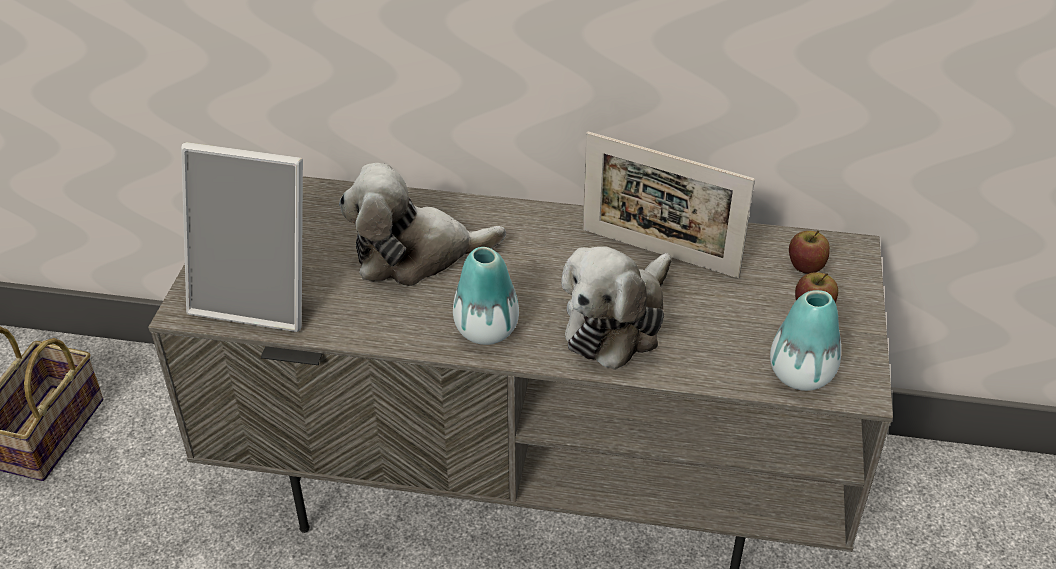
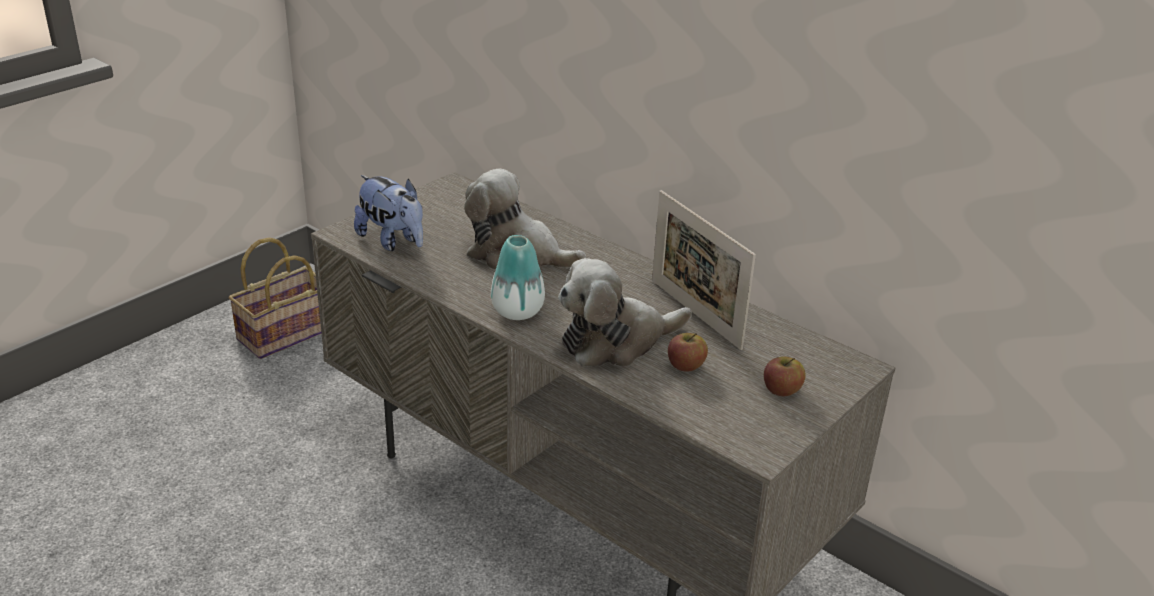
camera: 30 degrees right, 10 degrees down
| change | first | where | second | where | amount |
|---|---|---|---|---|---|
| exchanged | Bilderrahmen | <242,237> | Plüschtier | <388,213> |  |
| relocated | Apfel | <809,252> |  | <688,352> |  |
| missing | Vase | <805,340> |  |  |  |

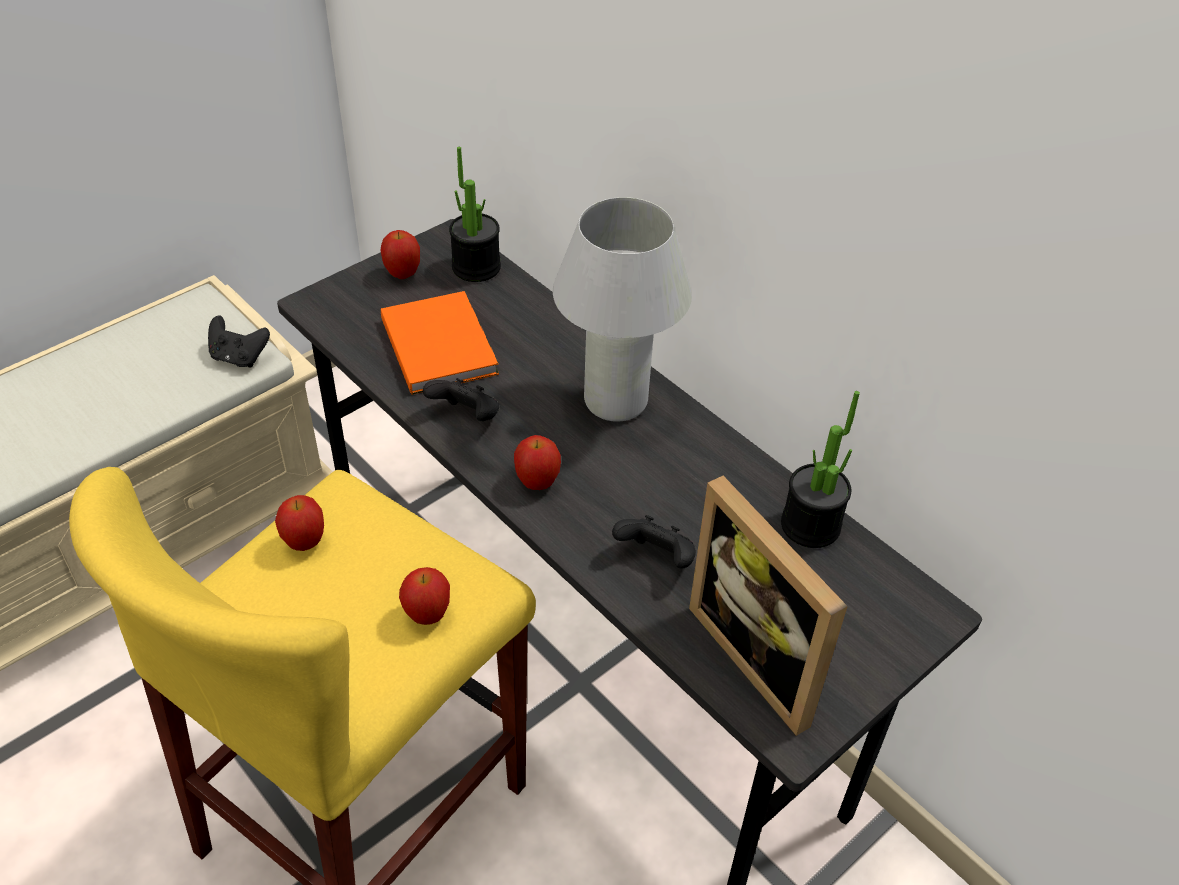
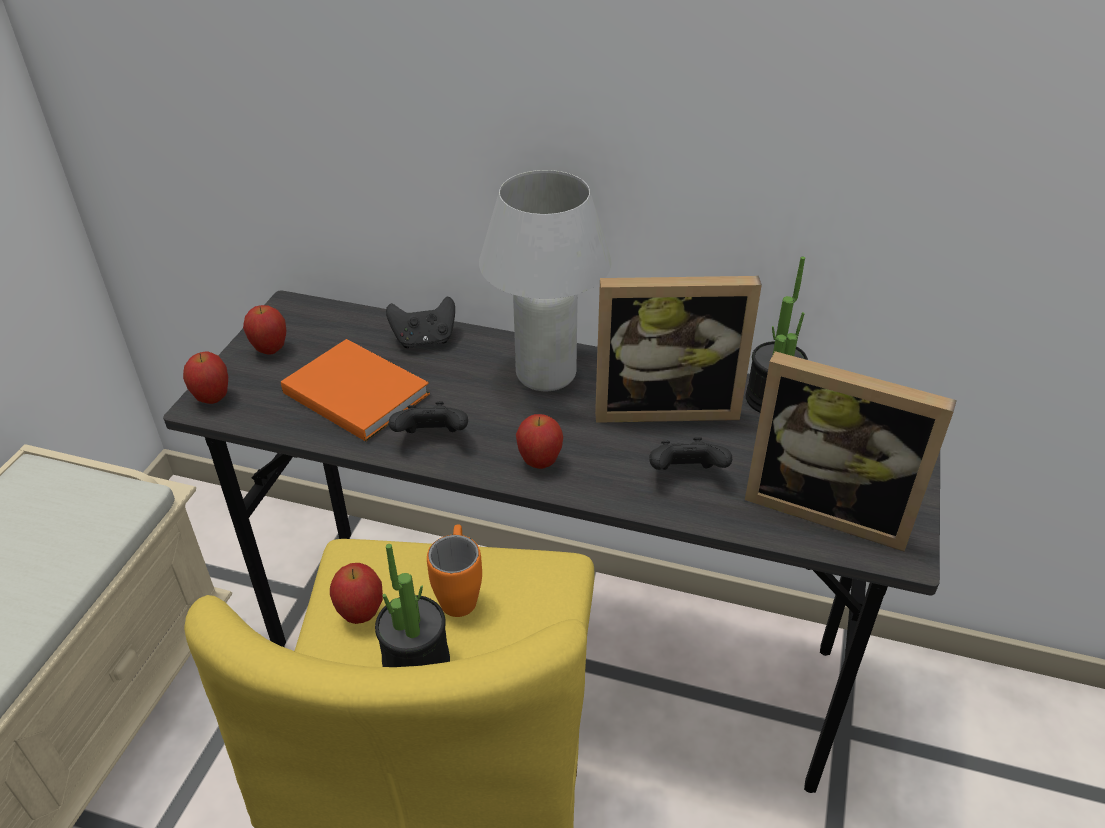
camera: 30 degrees left, 5 degrees down
| change | first | where | second | where | amount |
|---|---|---|---|---|---|
| relocated | Topfpflanze | <475,214> |  | <412,605> |  |
| relocated | Gamepad [schwarz] | <239,341> |  | <420,322> |  |
| relocated | Apfel | <424,596> |  | <205,377> |  |
| appeared |  |  | Bilderrahmen | <678,349> |  |
| appeared |  |  | Henkelbecher [orange] | <454,570> |  |

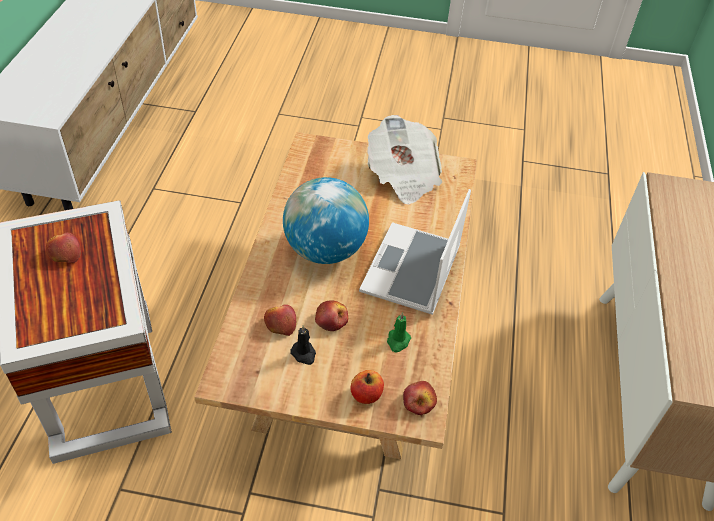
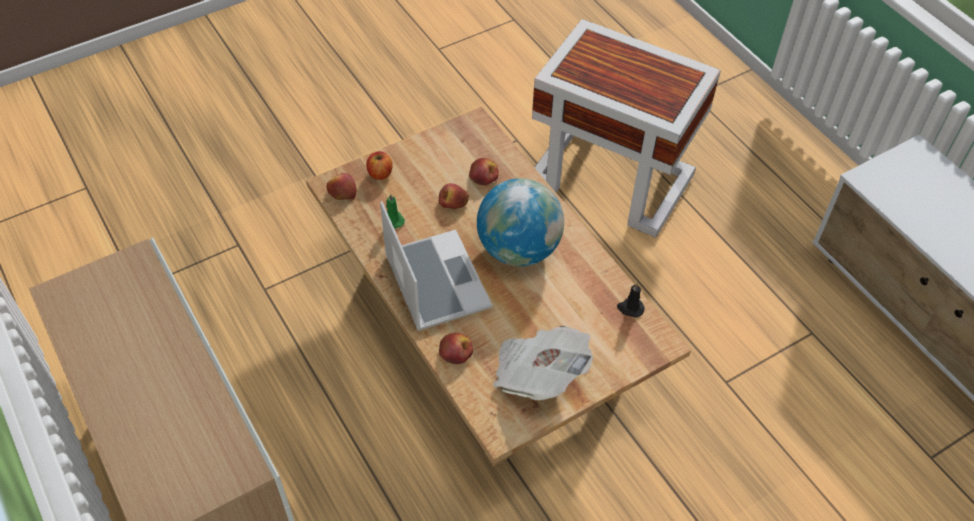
camera: 140 degrees right, 5 degrees up
| change | first | where | second | where | amount |
|---|---|---|---|---|---|
| relocated | Apfel | <63,248> |  | <456,348> |  |
| relocated | Kerze [schwarz] | <303,345> |  | <631,300> |  |

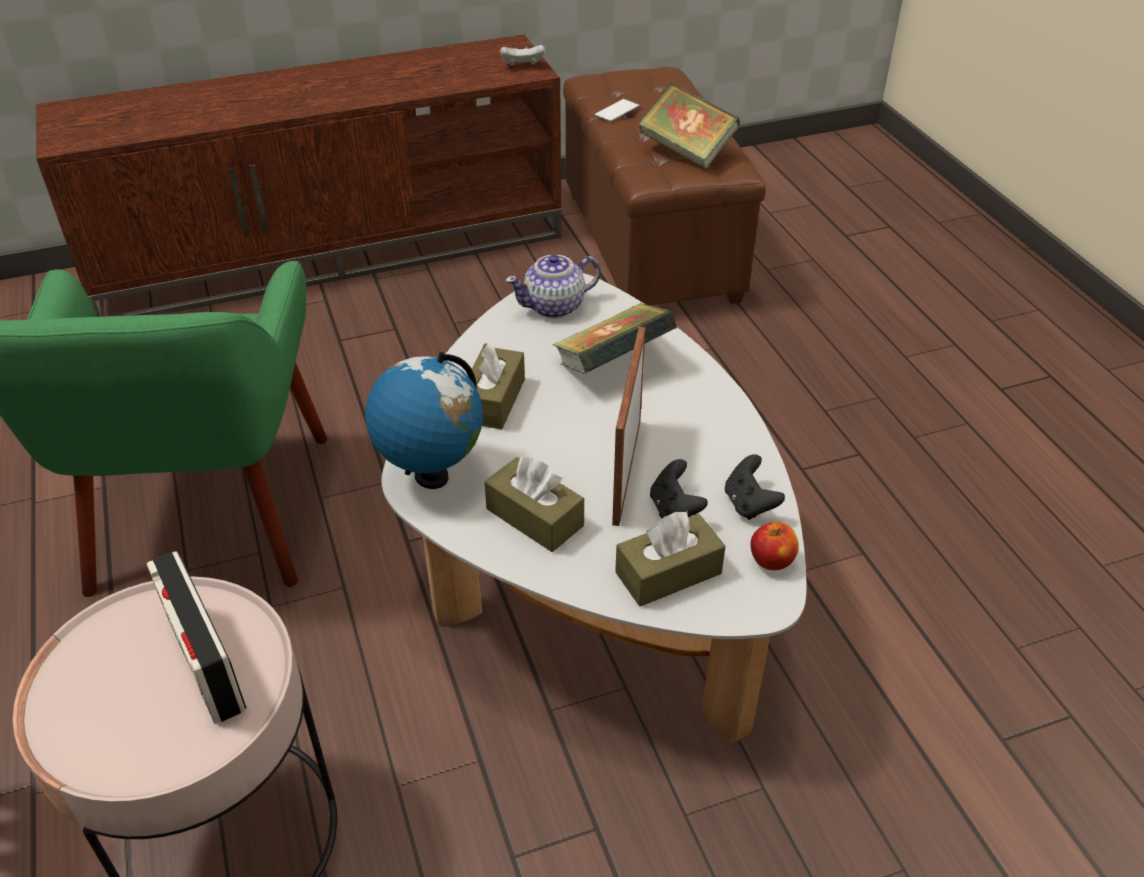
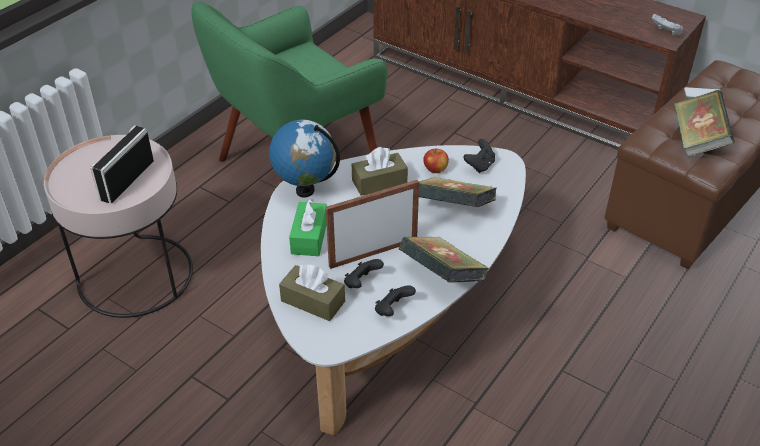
camera: 55 degrees right, 0 degrees up
| change | first | where | second | where | amount |
|---|---|---|---|---|---|
| exchanged | Teekanne | <553,286> | Gamepad [schwarz] | <479,156> |  |
| colour | Taschentuchbox [braun] | <534,504> | Taschentuchbox [grün] | <308,227> |  |
| relocated | Apfel | <775,546> |  | <436,161> |  |
| appeared |  |  | Buch | <444,259> |  |

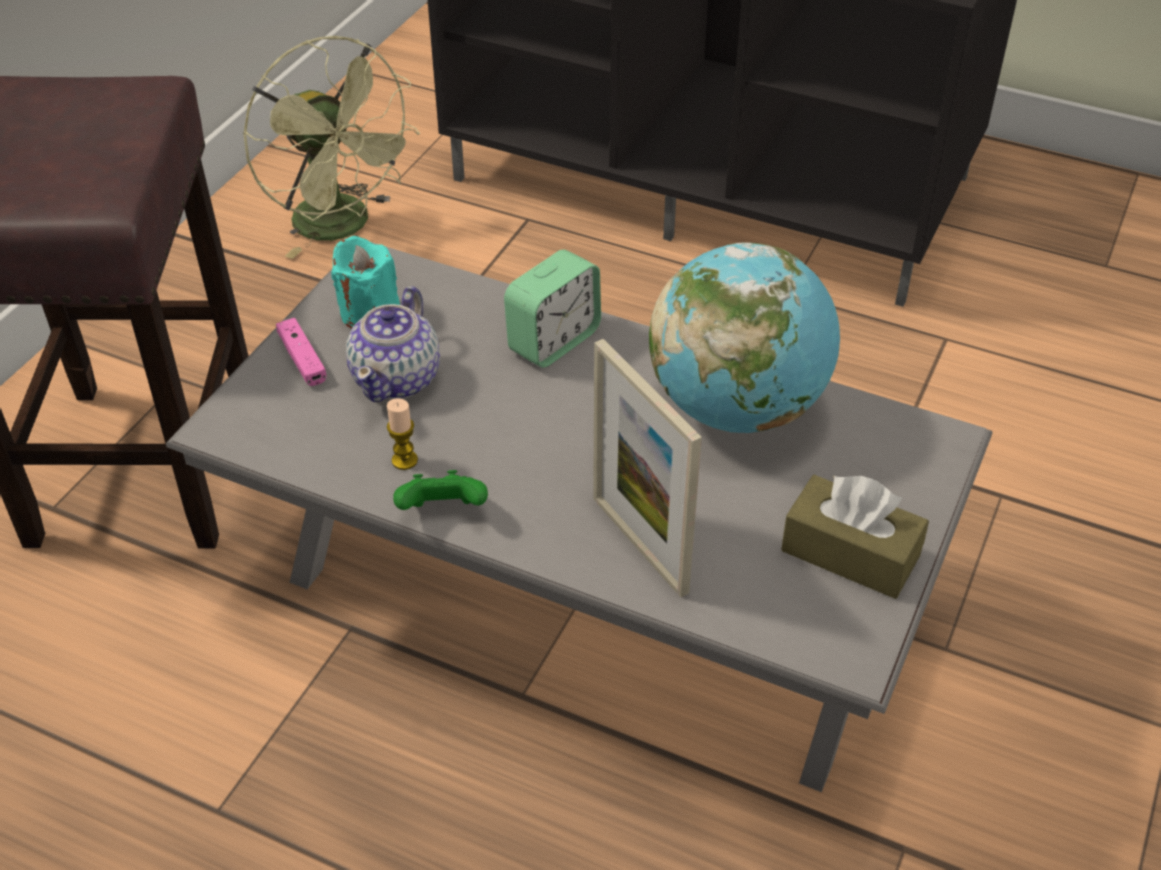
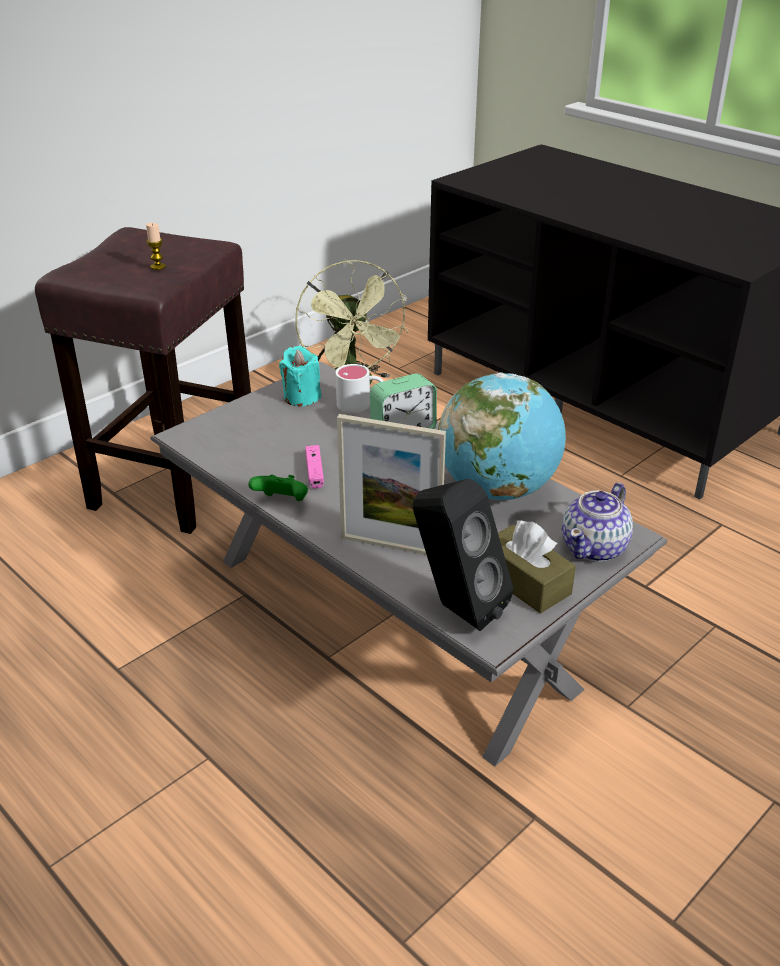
camera: 20 degrees right, 10 degrees down
| change | first | where | second | where | amount |
|---|---|---|---|---|---|
| relocated | Teekanne | <393,344> |  | <597,522> |  |
| relocated | Gamepad [rosa] | <301,352> |  | <314,466> |  |
| spun | Bilderrahmen | <647,468> |  | <391,484> | 60 degrees counterclockwise |
| relocated | Kerze | <402,434> |  | <156,246> |  |
| appeared |  |  | Henkelbecher [weiß] | <359,388> |  |
| appeared |  |  | Lautsprecher [schwarz] | <463,554> |  |

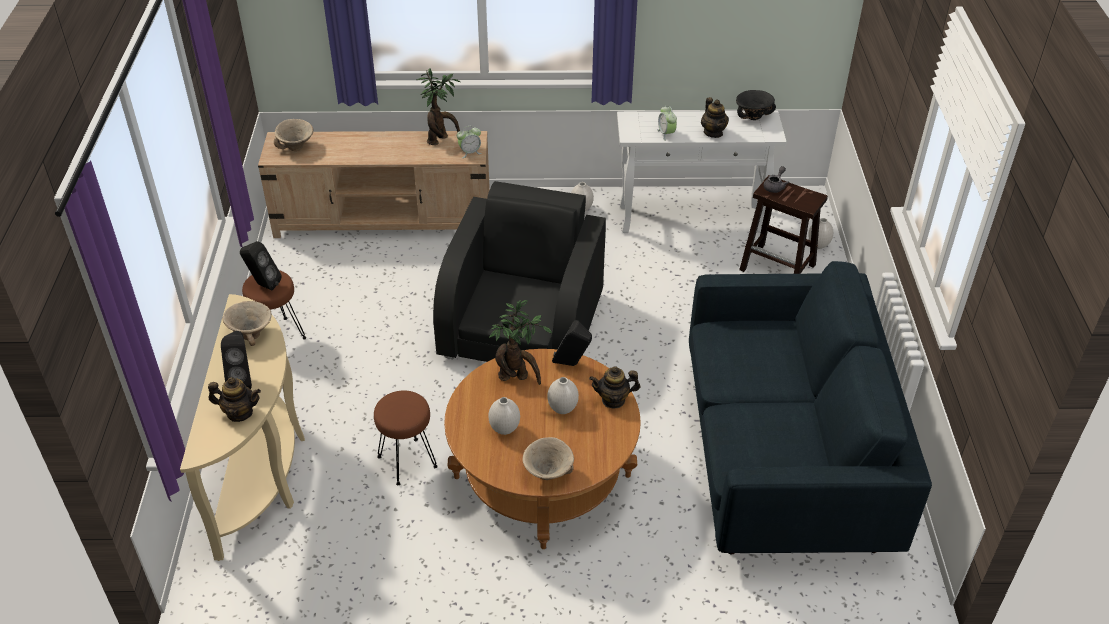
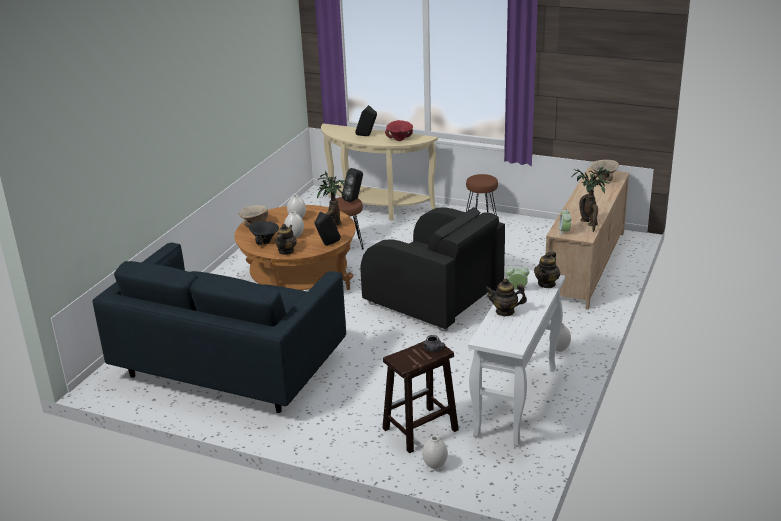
camera: 115 degrees right, 15 degrees down
| change | first | where | second | where | amount |
|---|---|---|---|---|---|
| relocated | Schüssel [schwarz] | <756,105> |  | <264,233> |  |
| relocated | Lautsprecher [schwarz] | <261,266> |  | <352,185> |  |
| colour | Schüssel [beige] | <247,323> | Schüssel [rot] | <399,130> |  |
| relocated | Teekanne | <234,399> |  | <547,270> |  |

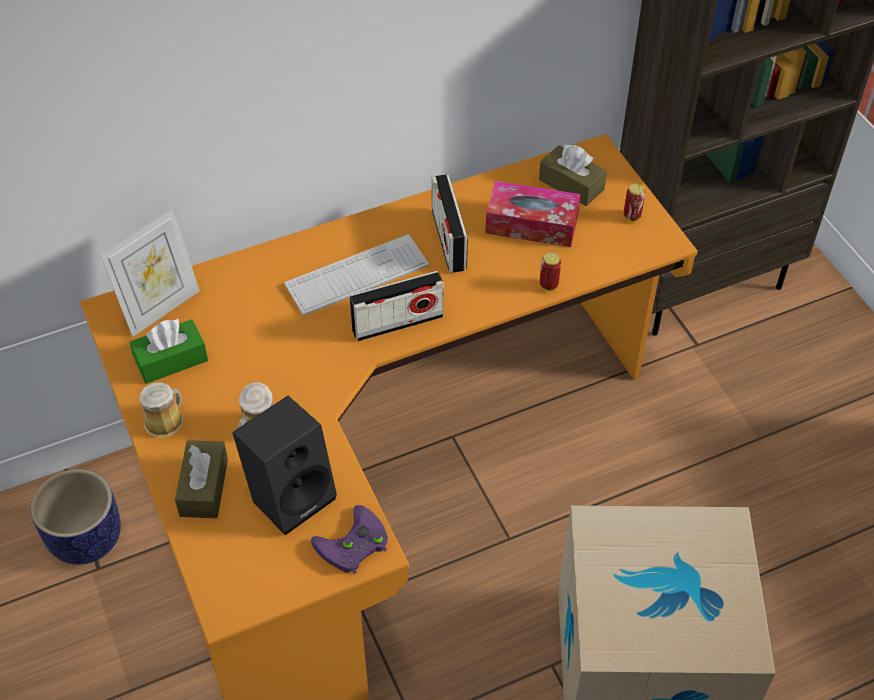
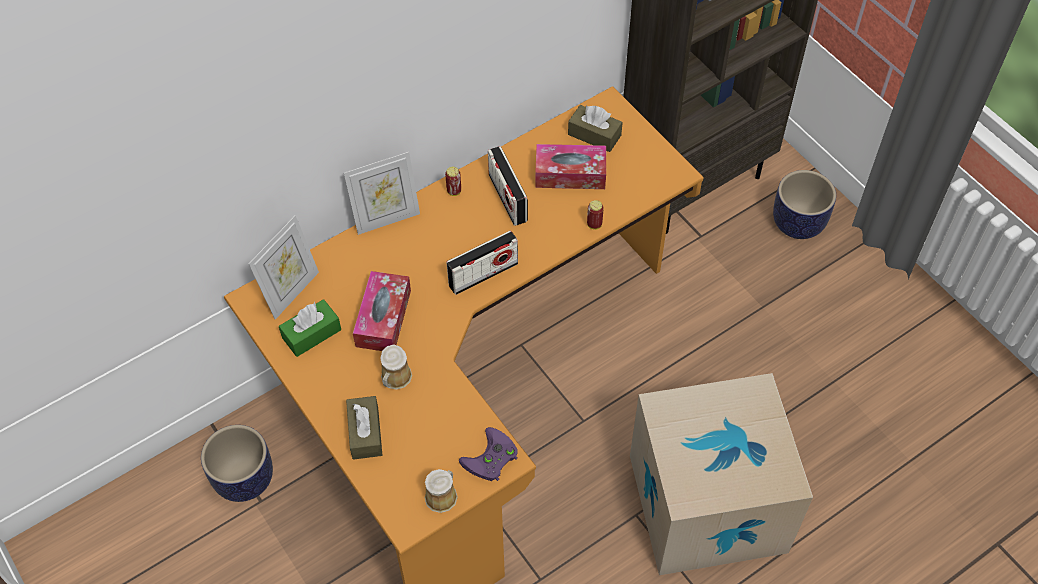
camera: 10 degrees left, 5 degrees up
| change | first | where | second | where | amount |
|---|---|---|---|---|---|
| relocated | Dose | <634,203> |  | <453,181> |  |
| missing | Tastatur | <356,275> |  |  |  |
| relocated | Henkelbecher | <161,409> |  | <441,491> |  |
| missing | Lautsprecher [schwarz] | <284,465> |  |  |  |
| appeared |  |  | Bilderrahmen | <382,193> |  |
| appeared |  |  | Pflanzkübel | <804,204> |  |
| appeared |  |  | Taschentuchbox | <382,311> |  |

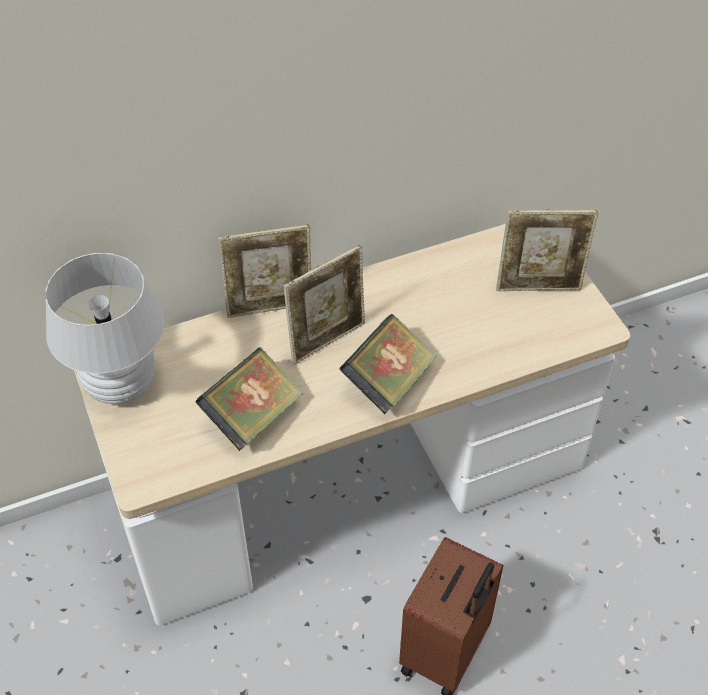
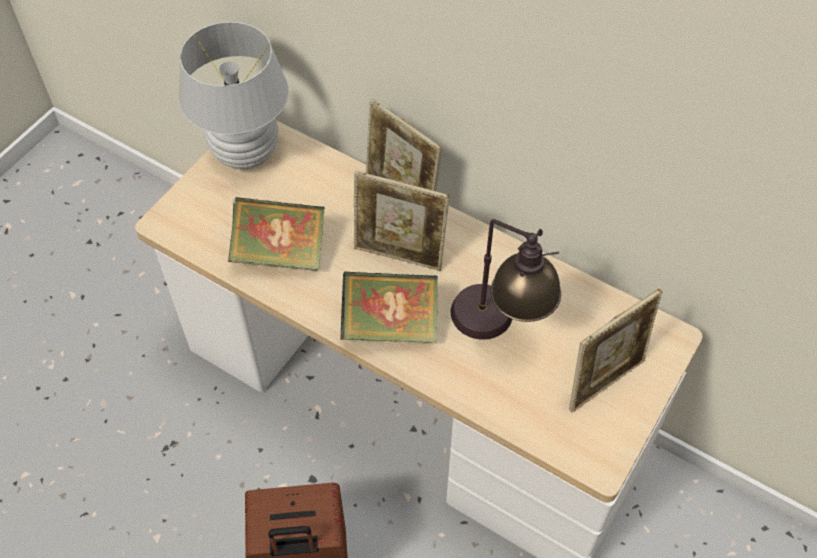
camera: 55 degrees right, 5 degrees up
| change | first | where | second | where | amount |
|---|---|---|---|---|---|
| spun | Bilderrahmen | <547,250> |  | <616,351> | 90 degrees counterclockwise |
| appeared |  |  | Tischlampe | <506,279> |  |

